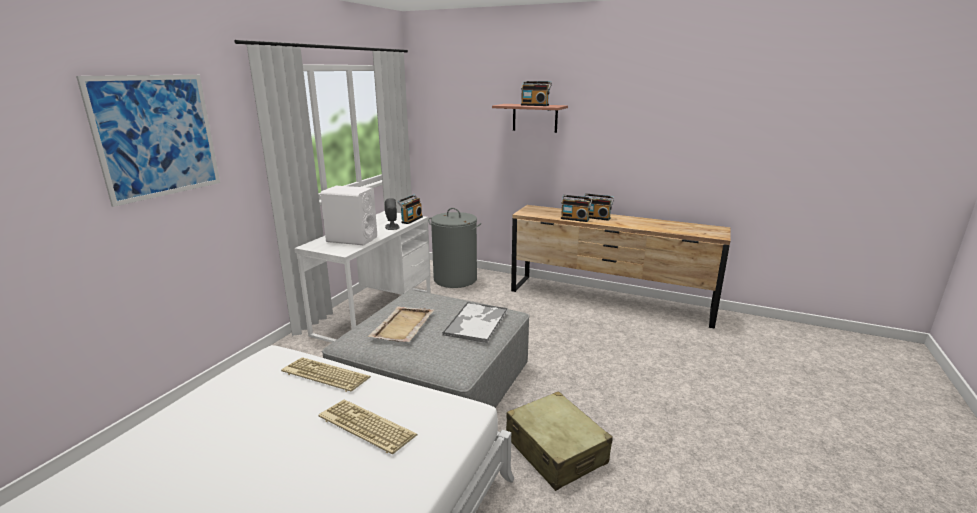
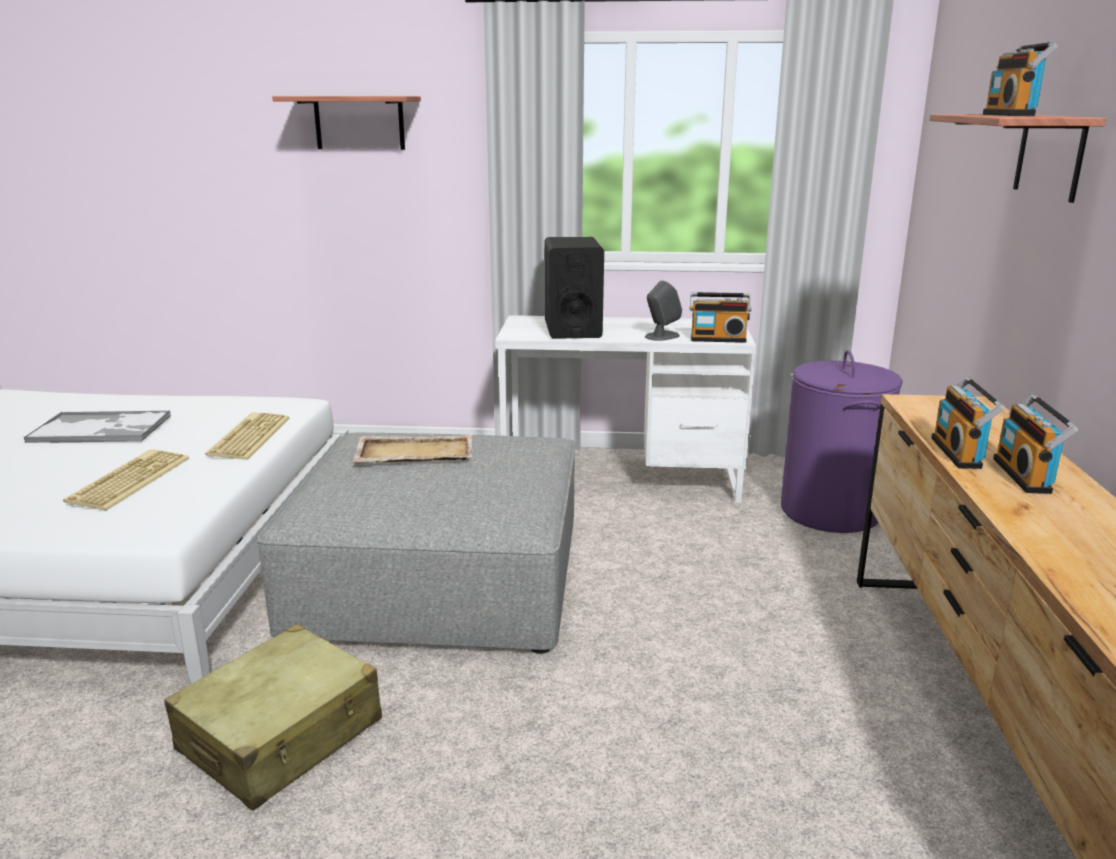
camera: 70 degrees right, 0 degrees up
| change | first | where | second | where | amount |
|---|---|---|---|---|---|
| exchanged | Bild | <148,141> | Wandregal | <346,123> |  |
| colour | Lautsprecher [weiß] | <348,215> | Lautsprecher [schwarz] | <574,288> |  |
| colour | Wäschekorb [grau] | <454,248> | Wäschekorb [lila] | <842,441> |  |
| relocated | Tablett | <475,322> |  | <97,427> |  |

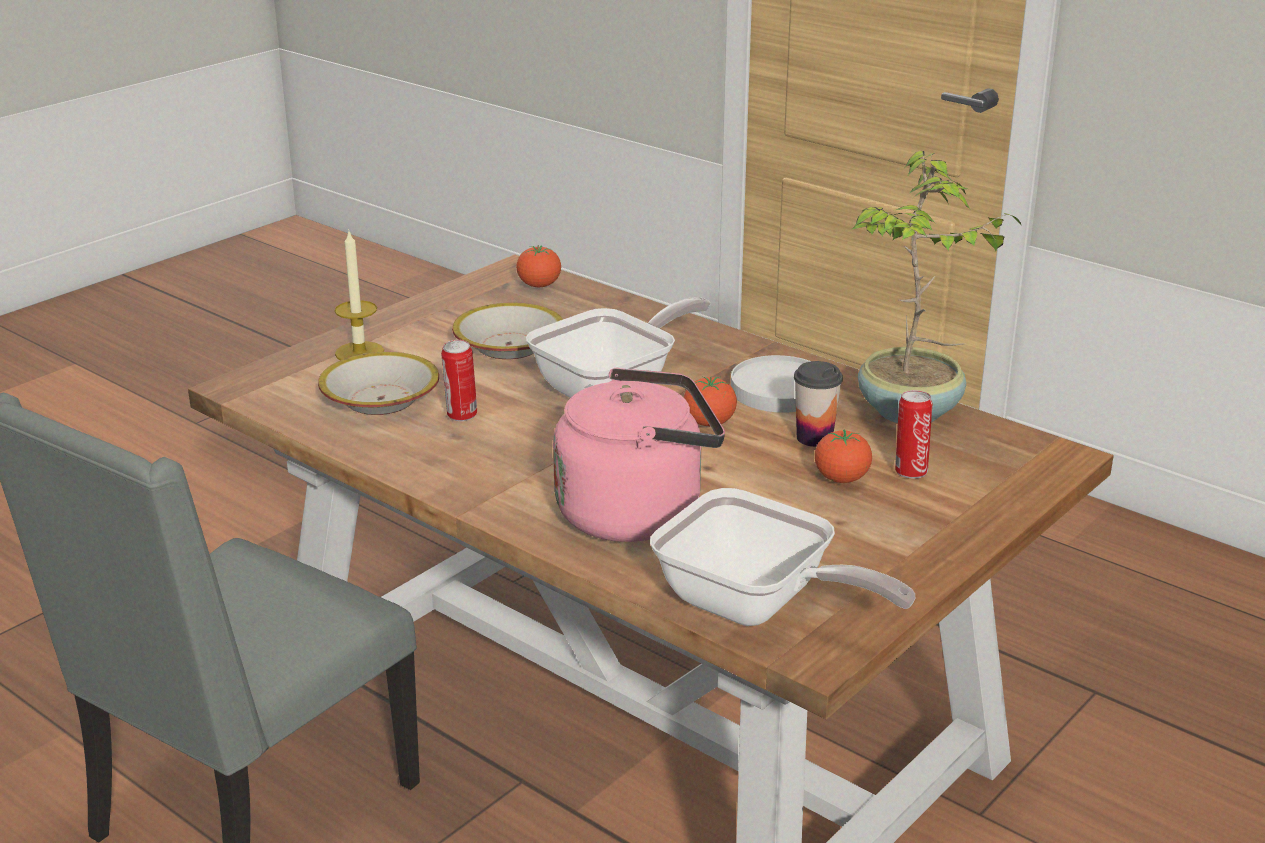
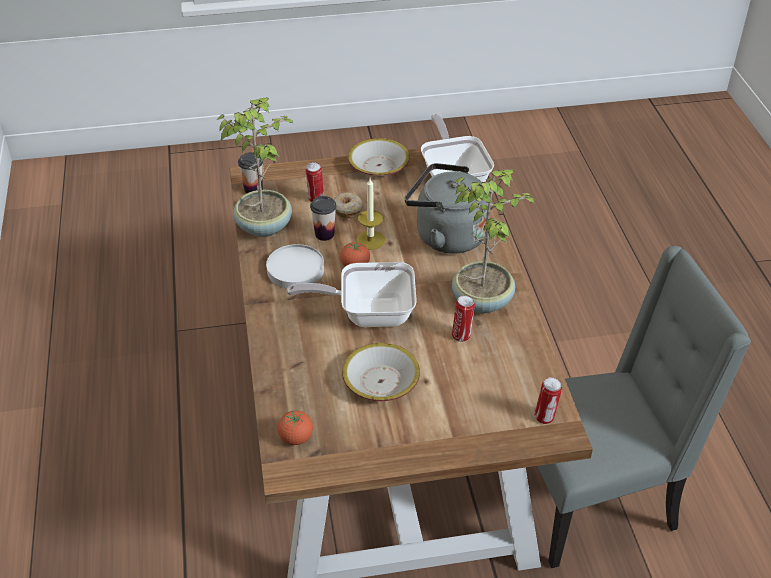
camera: 140 degrees left, 15 degrees up
| change | first | where | second | where | amount |
|---|---|---|---|---|---|
| relocated | Kerze | <359,294> |  | <370,214> |  |
| relocated | Schüssel | <378,383> |  | <379,157> |  |
| colour | Wasserkessel [rosa] | <639,455> | Wasserkessel [grau] | <447,208> |  |
| exchanged | Tomate | <843,456> | Donut | <348,205> |  |
| appeared |  |  | Tasse | <250,173> |  |
| appeared |  |  | Topfpflanze | <494,241> |  |
| appeared |  |  | Dose | <548,400> |  |

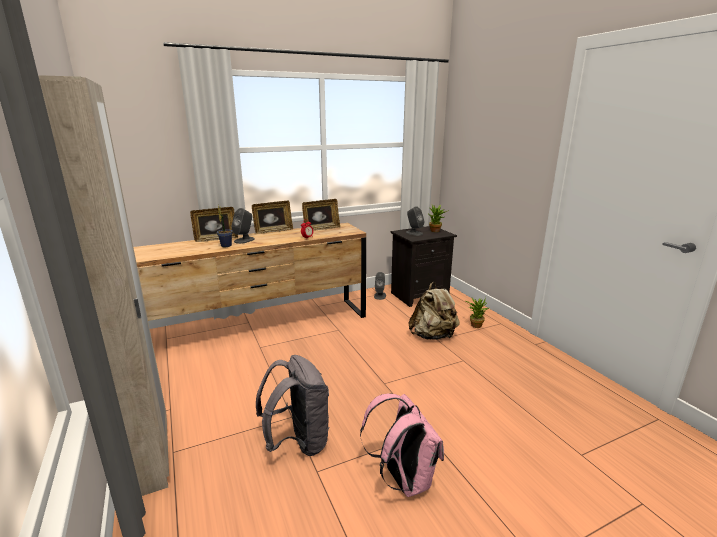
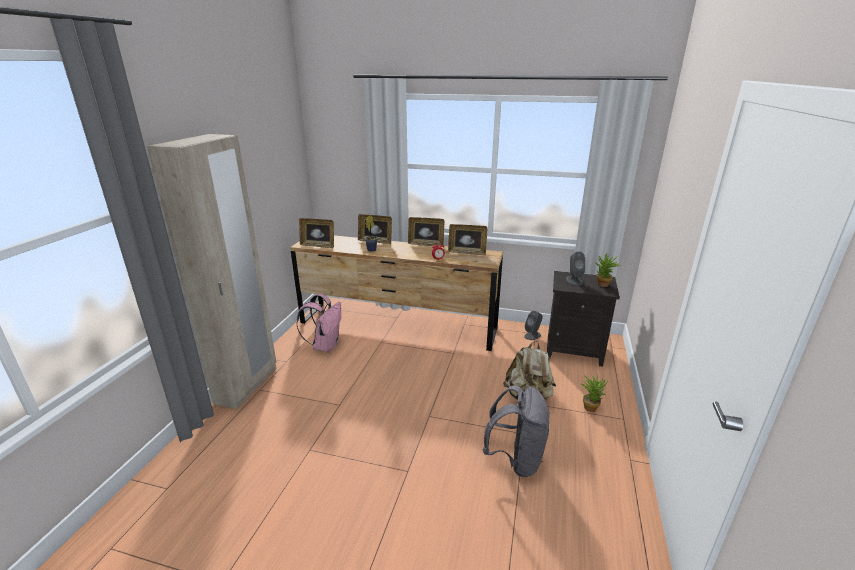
camera: 40 degrees right, 5 degrees up
| change | first | where | second | where | amount |
|---|---|---|---|---|---|
| missing | Lautsprecher [grau] | <243,226> |  |  |  |
| relocated | Rucksack [grau] | <293,405> |  | <517,431> |  |
| relocated | Rucksack [rosa] | <402,445> |  | <318,323> |  |
| appeared |  |  | Bilderrahmen | <316,233> |  |

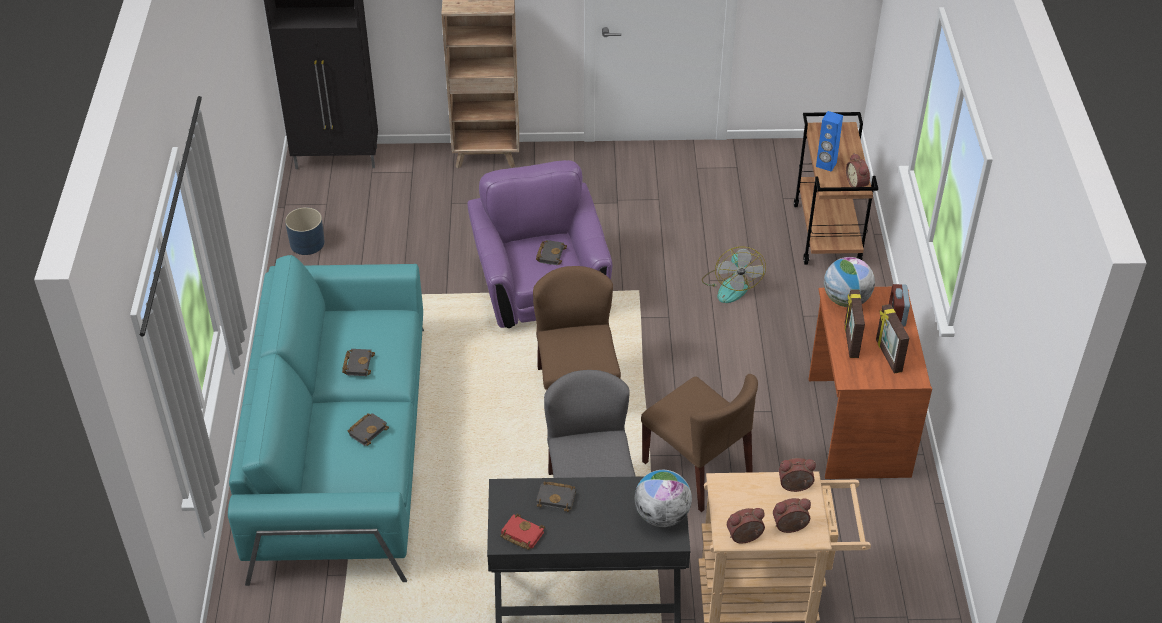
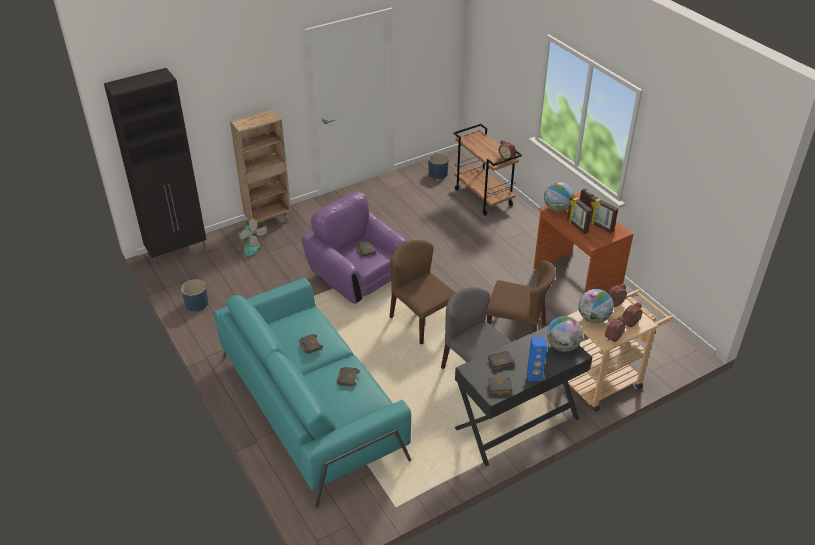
camera: 30 degrees left, 5 degrees down
| change | first | where | second | where | amount |
|---|---|---|---|---|---|
| relocated | Lautsprecher [blau] | <829,141> |  | <537,359> |  |
| relocated | Ventilator | <734,274> |  | <249,237> |  |
| colour | Buch [rot] | <522,532> | Buch [schwarz] | <500,386> |  |
| appeared |  |  | Pflanzkübel [blau] | <438,166> |  |
| appeared |  |  | Globus | <596,306> |  |

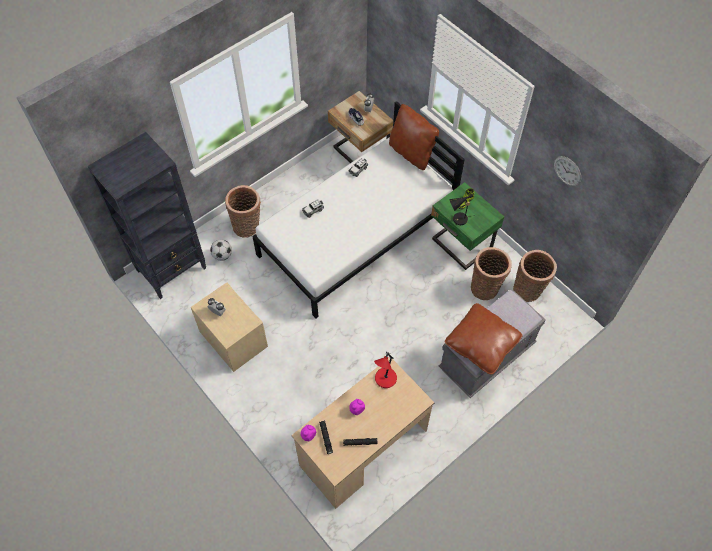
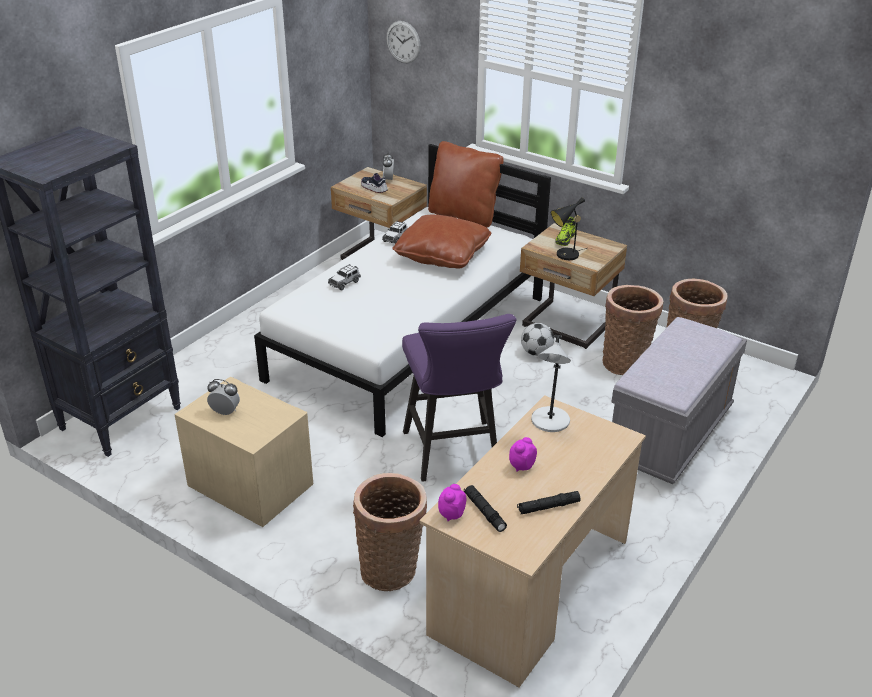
camera: 15 degrees left, 25 degrees down
| change | first | where | second | where | amount |
|---|---|---|---|---|---|
| relocated | Wanduhr | <567,171> |  | <403,42> |  |
| colour | Nachttisch [grün] | <467,226> | Nachttisch [beige] | <573,286> |  |
| relocated | Korb | <243,211> |  | <390,532> |  |
| relocated | Fußball | <221,250> |  | <537,339> |  |
| relocated | Kissen [braun] | <484,338> |  | <441,242> |  |
| colour | Tischlampe [rot] | <385,370> | Tischlampe [grau] | <551,383> |  |
| appeared |  |  | Hocker [lila] | <459,398> |  |

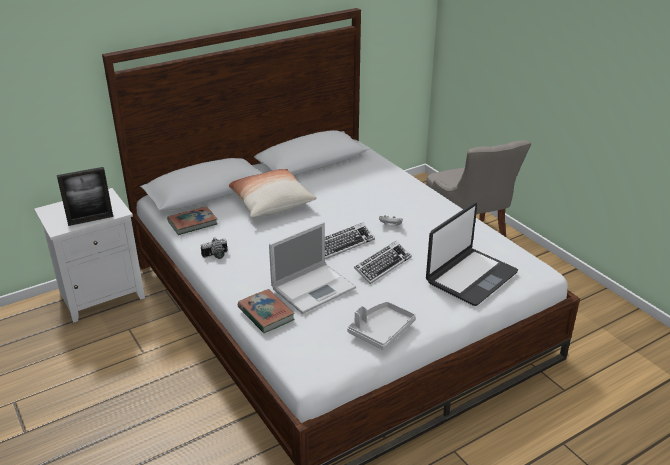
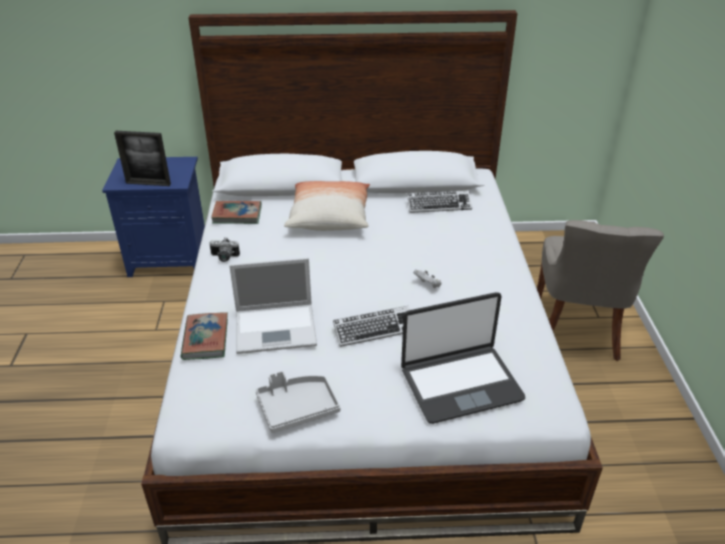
camera: 30 degrees right, 5 degrees up
| change | first | where | second | where | amount |
|---|---|---|---|---|---|
| colour | Nachttisch [weiß] | <89,255> | Nachttisch [blau] | <153,217> |  |
| relocated | Tastatur | <350,241> |  | <439,201> |  |

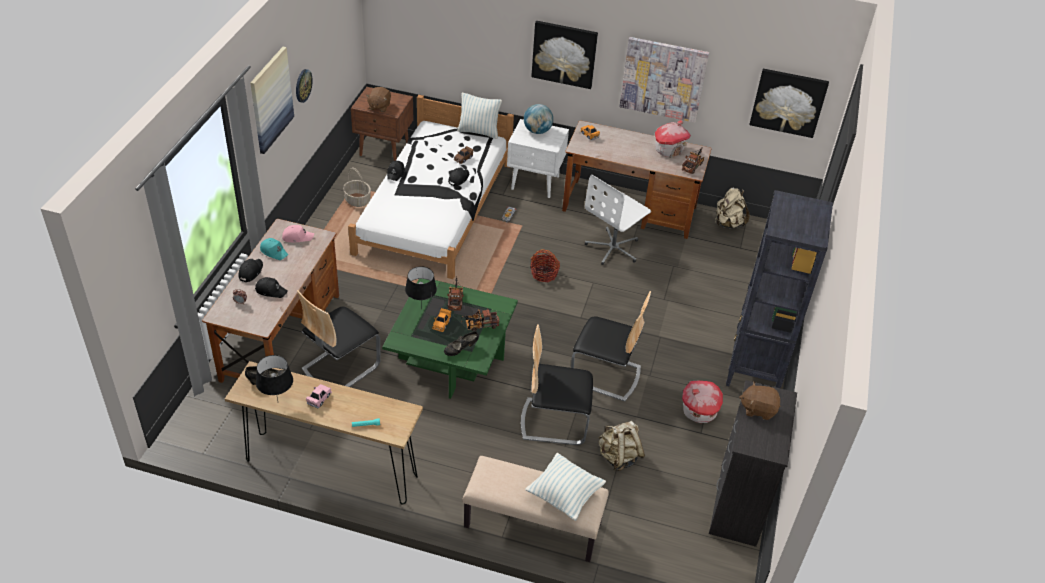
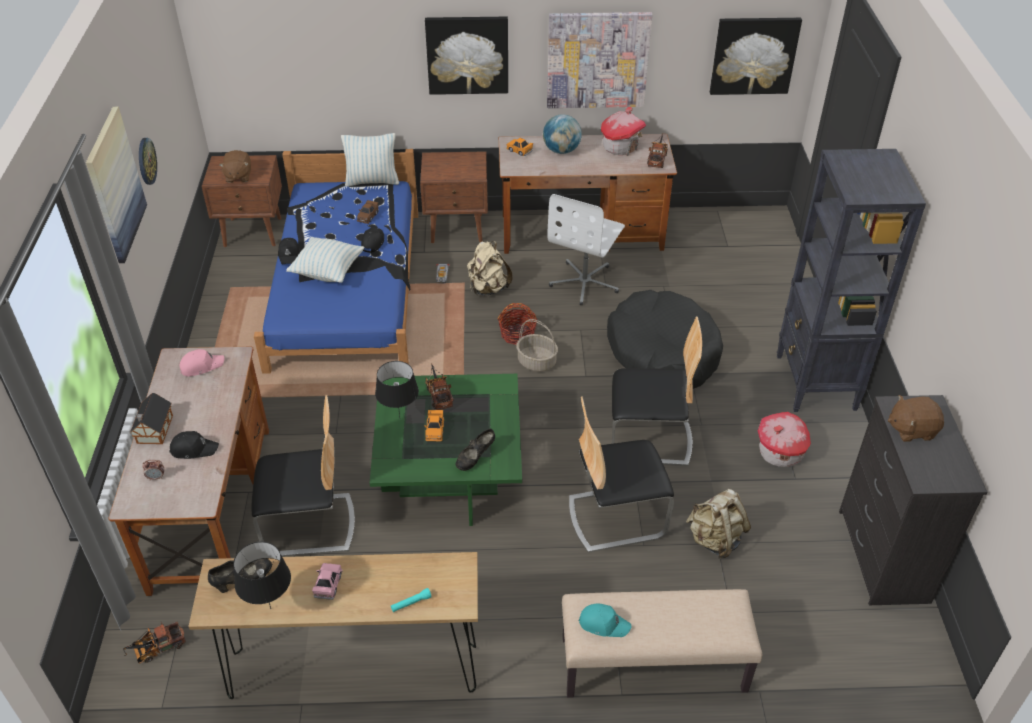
camera: 15 degrees left, 0 degrees up
| change | first | where | second | where | amount |
|---|---|---|---|---|---|
| colour | Bett [weiß] | <431,187> | Bett [blau] | <336,261> |  |
| relocated | Globus | <538,119> |  | <562,134> |  |
| colour | Nachttisch [weiß] | <538,158> | Nachttisch [braun] | <454,197> |  |
| relocated | Korb | <357,187> |  | <537,345> |  |
| relocated | Rucksack [beige] | <732,208> |  | <490,268> |  |
| relocated | Kappe [türkis] | <274,249> |  | <605,620> |  |
| exchanged | Kappe [schwarz] | <251,270> | Spielzeughaus | <151,418> |  |
| spun | Stuhl | <339,338> |  | <303,476> | 120 degrees counterclockwise |
| relocated | Spielzeuglaster | <480,319> |  | <154,643> |  |
| relocated | Kissen | <565,487> |  | <325,259> |  |
| appeared |  |  | Hundebett [schwarz] | <665,339> |  |

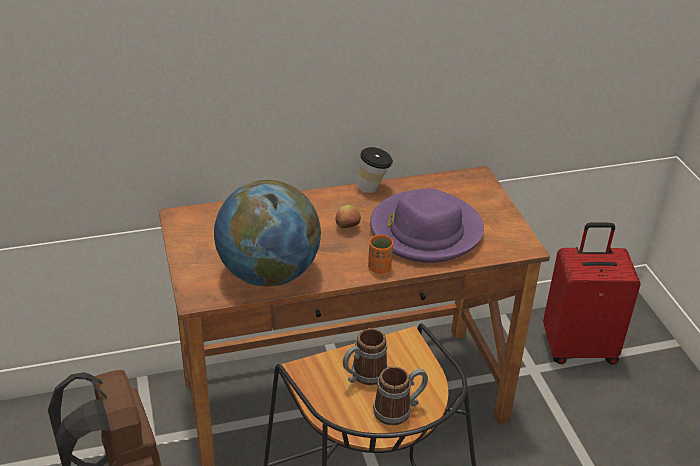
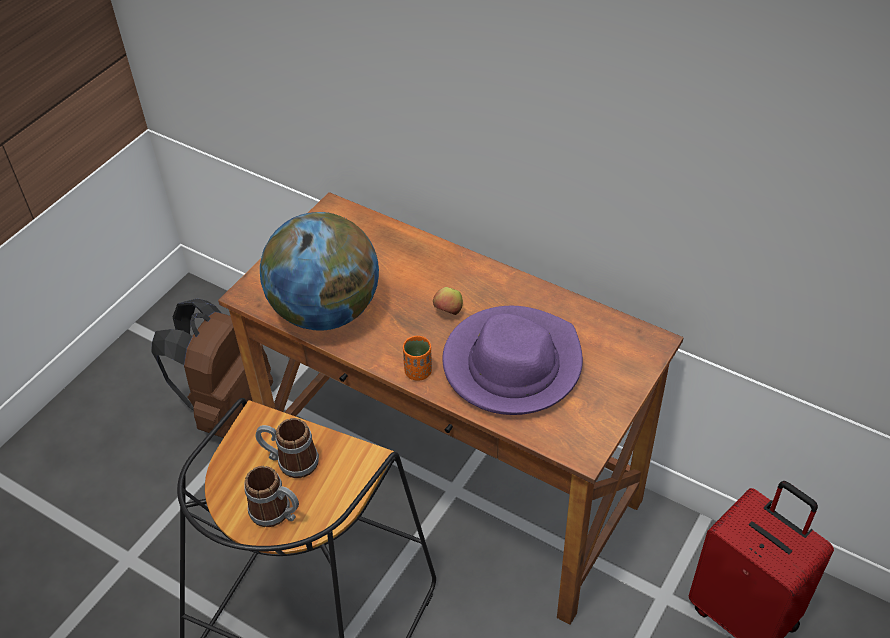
camera: 50 degrees right, 10 degrees up
| change | first | where | second | where | amount |
|---|---|---|---|---|---|
| missing | Tasse | <375,170> |  |  |  |

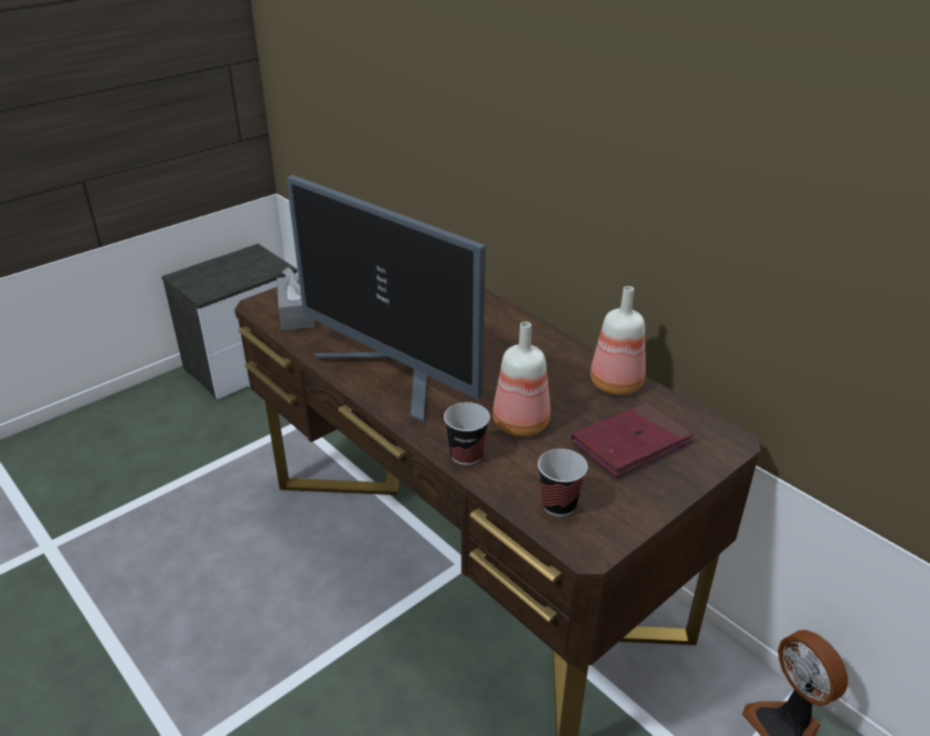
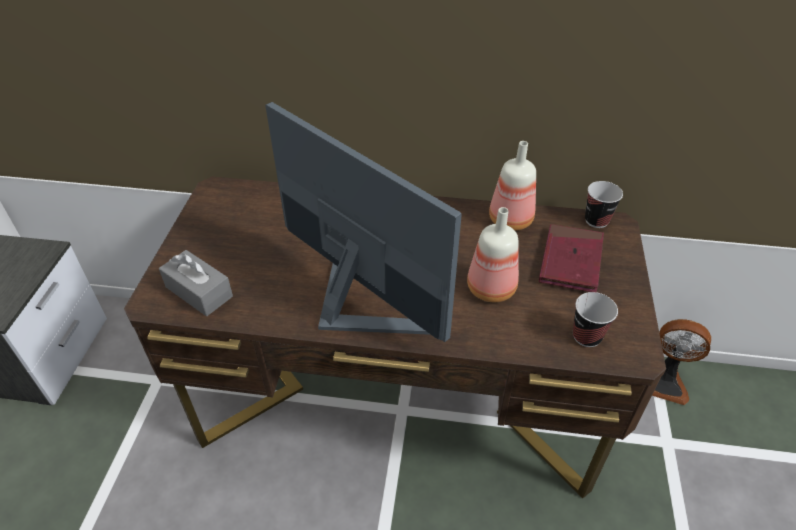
camera: 40 degrees left, 10 degrees up
| change | first | where | second | where | amount |
|---|---|---|---|---|---|
| spun | Monitor | <386,299> |  | <363,222> | 135 degrees counterclockwise |
| relocated | Tasse | <467,433> |  | <604,204> |  |

